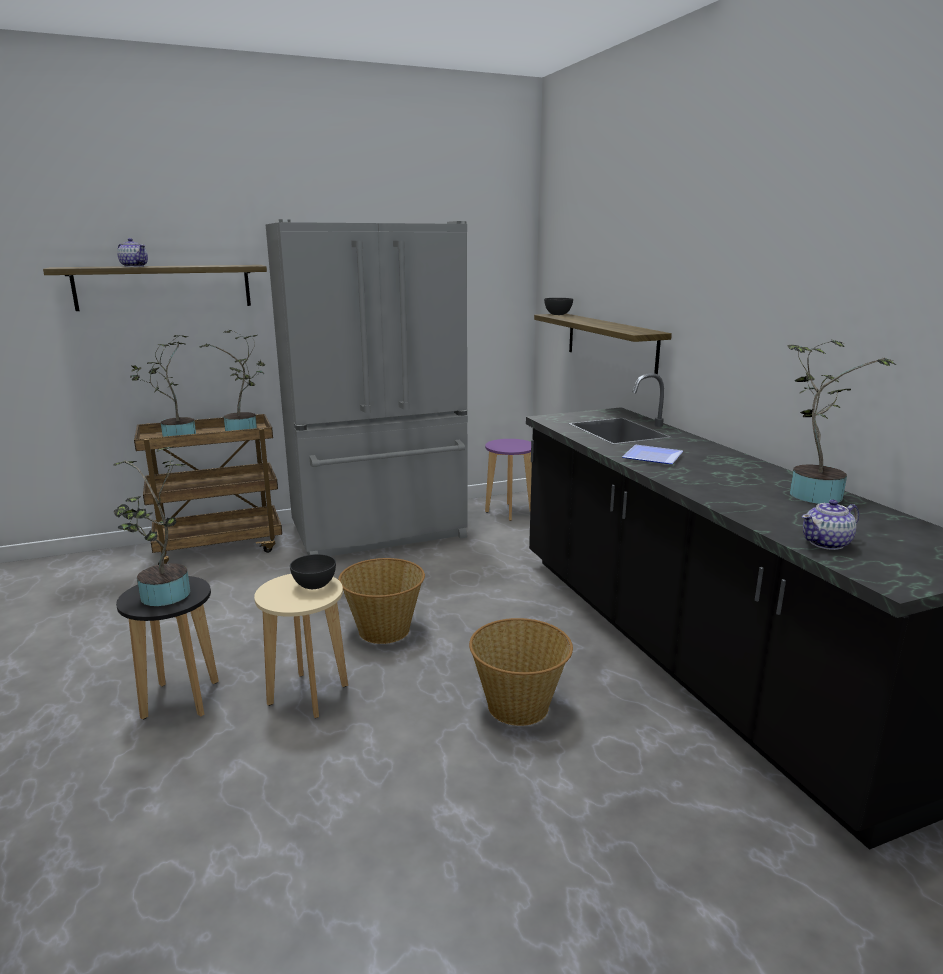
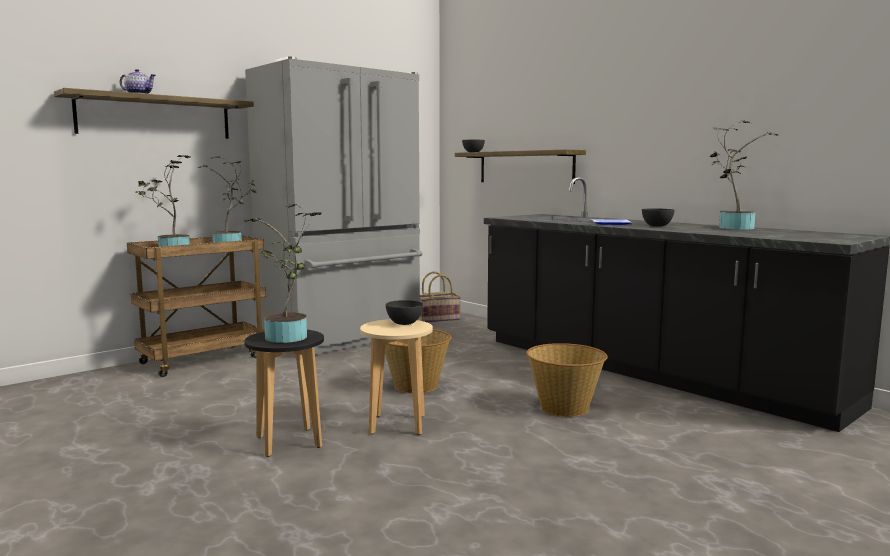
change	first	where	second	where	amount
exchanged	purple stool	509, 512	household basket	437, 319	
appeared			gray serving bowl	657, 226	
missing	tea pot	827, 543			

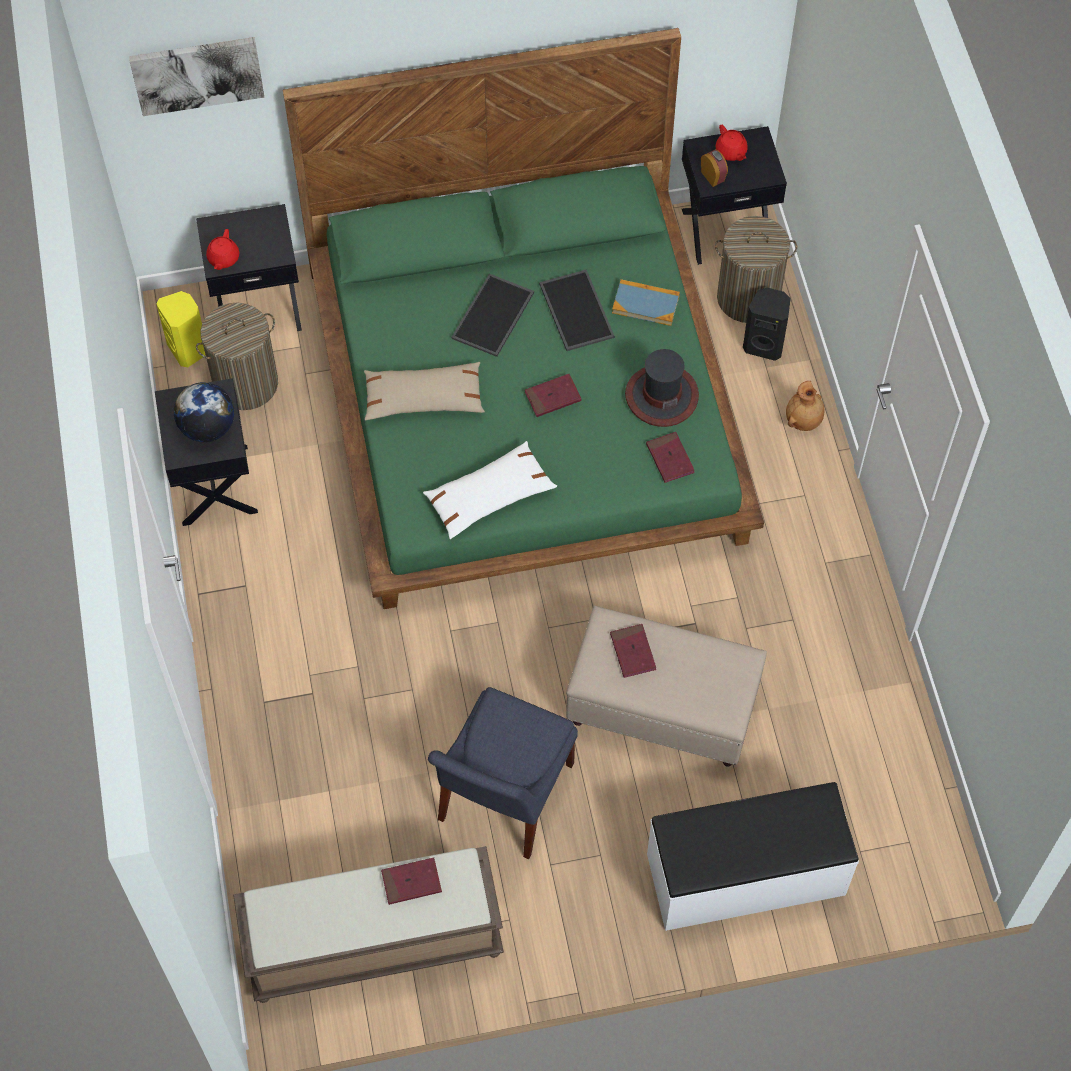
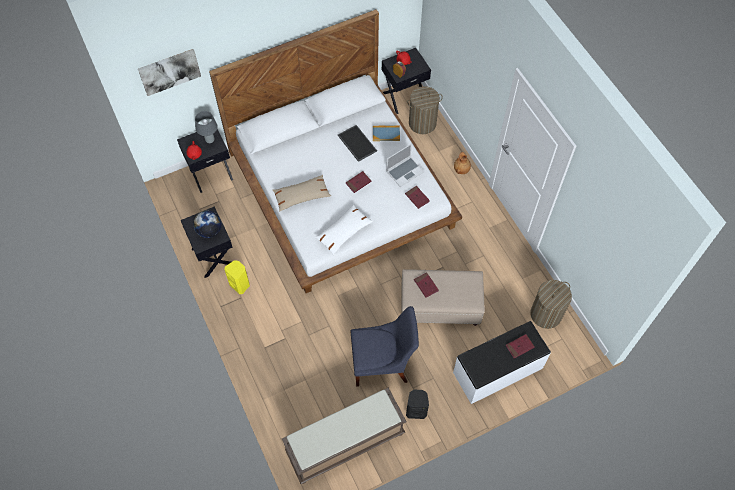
change	first	where	second	where	amount
appeared			gray lamp for a table	210, 140	
colour	greenish bed	526, 403	white bed	341, 189	
relocated	yellow-coloured loudspeaker	189, 349		240, 284	
spun	bluish chair	502, 797		382, 363	105 degrees counterclockwise
exchanged	hat	661, 395	portable computer	405, 171	
relocated	blackish loudspeaker	764, 344		416, 410	
relocated	red-coloured book	411, 882		519, 346	
relocated	hamper	245, 384		545, 314	
missing	tray	494, 316			

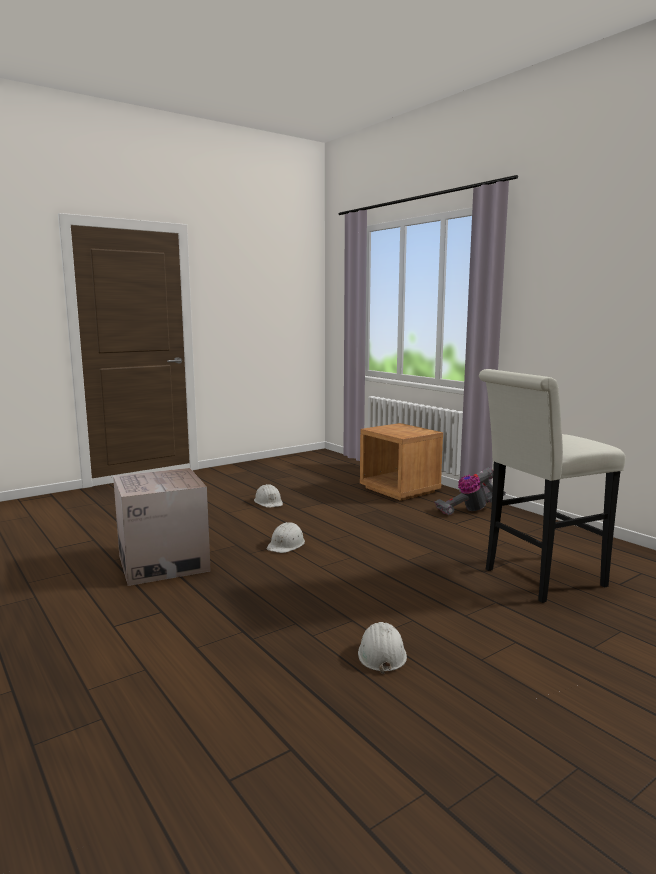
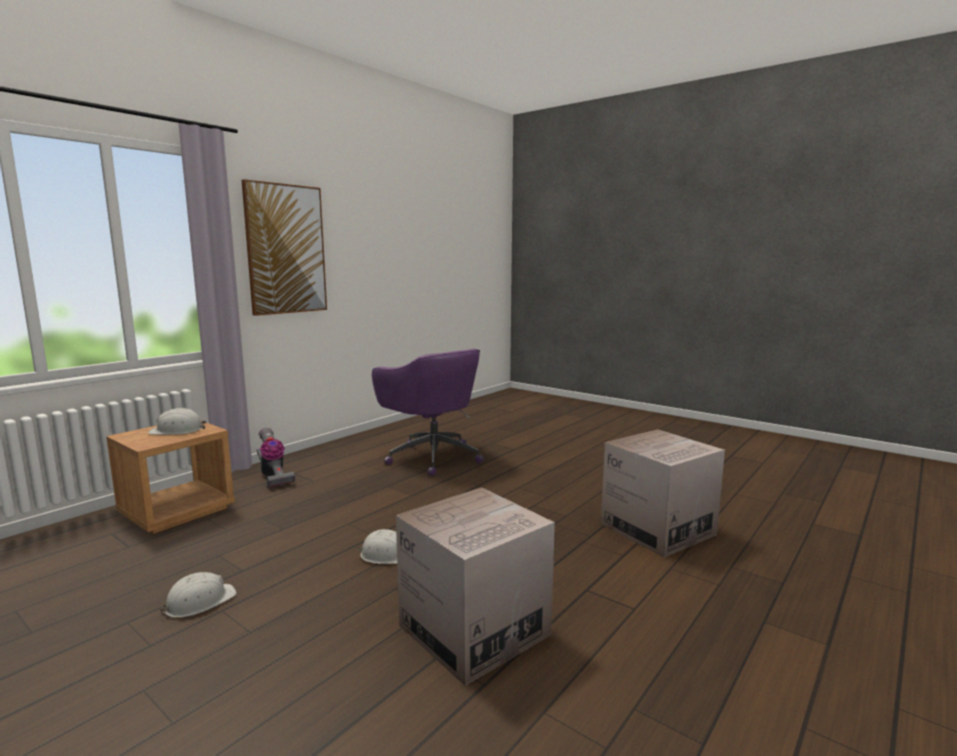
change	first	where	second	where	amount
relocated	white safety helmet	381, 654		177, 430	
appeared			picture	286, 249	
exchanged	white stool	537, 579	purple desk chair	432, 457	
appeared			cardboard box	657, 529	

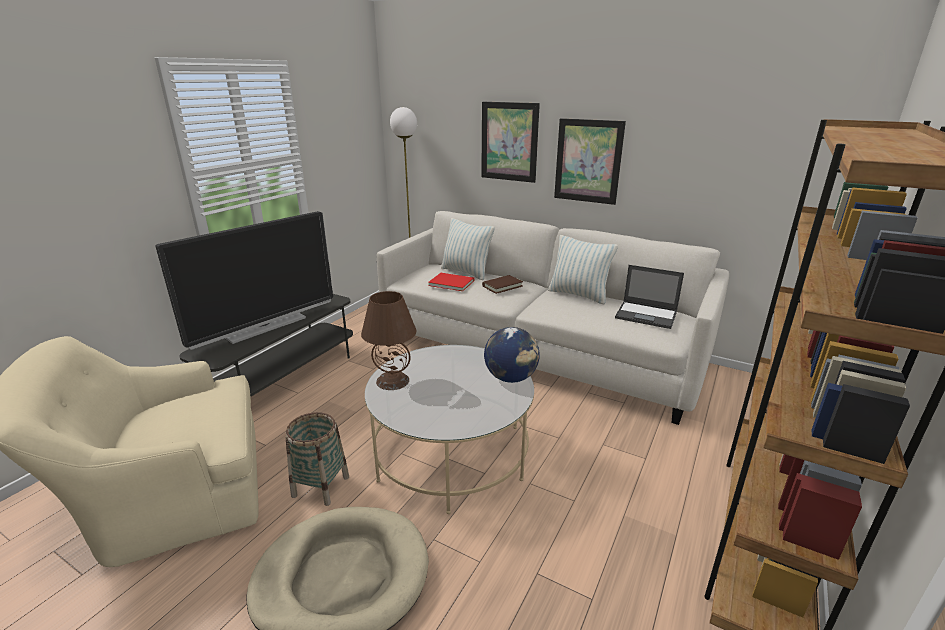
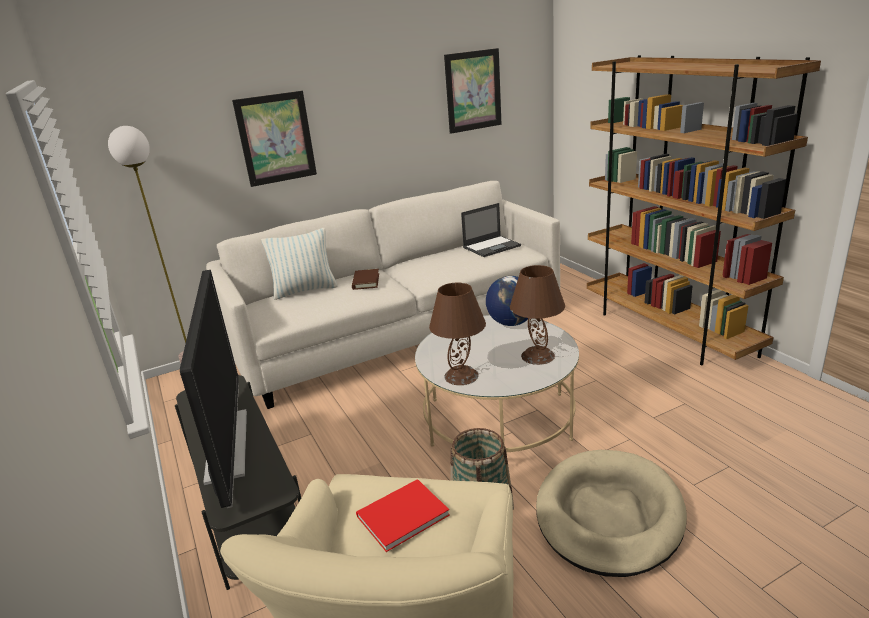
change	first	where	second	where	amount
relocated	red-coloured book	450, 282		399, 515	
relocated	picture	588, 161		473, 91	
appeared			brownish lamp for a table	538, 356	
missing	cushion	578, 295			

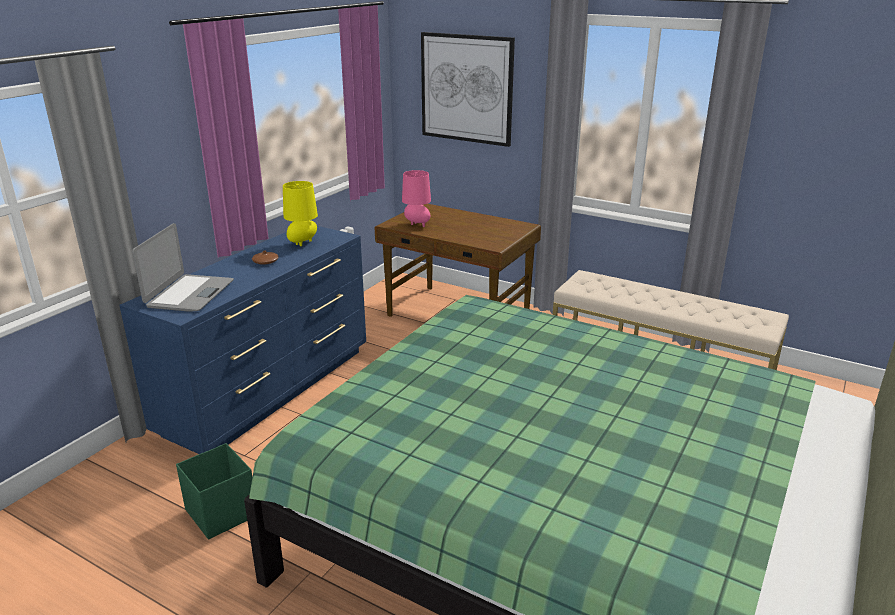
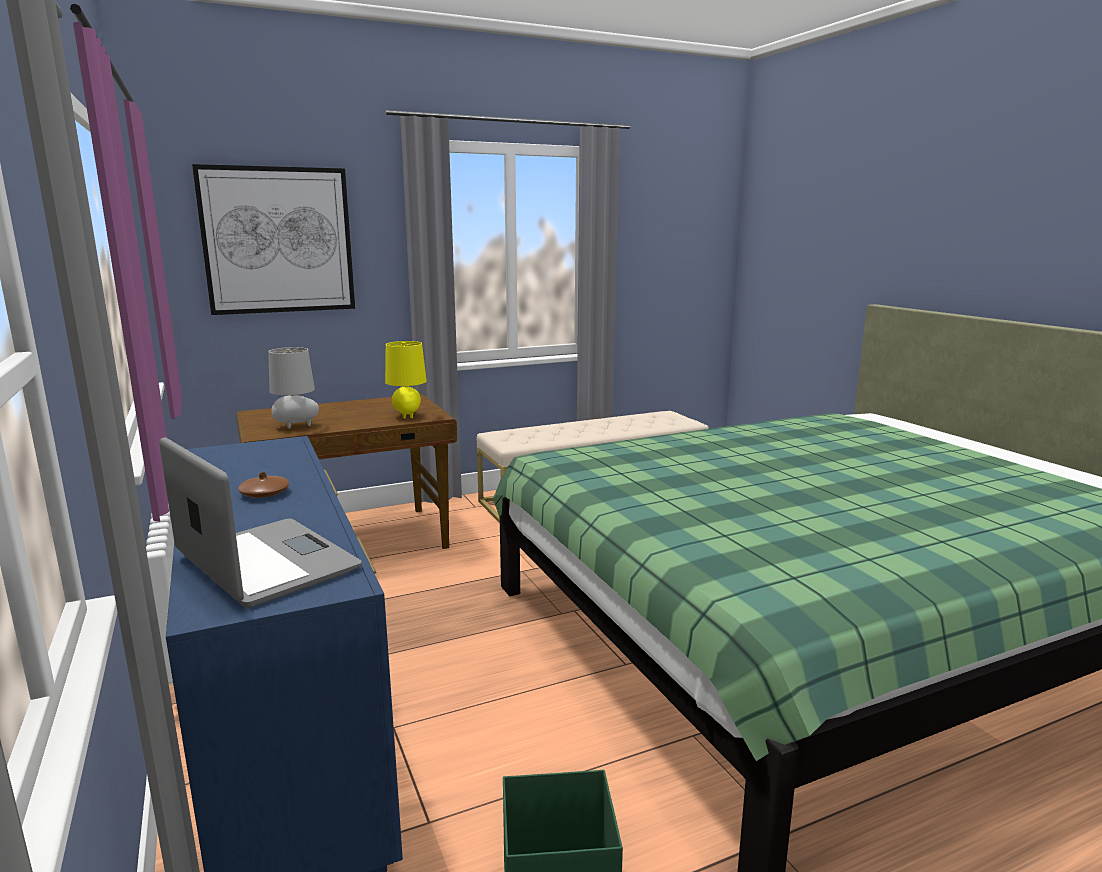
change	first	where	second	where	amount
colour	pink-coloured lamp for a table	416, 225	gray lamp for a table	296, 426	
relocated	yellow-coloured lamp for a table	303, 244		408, 416	

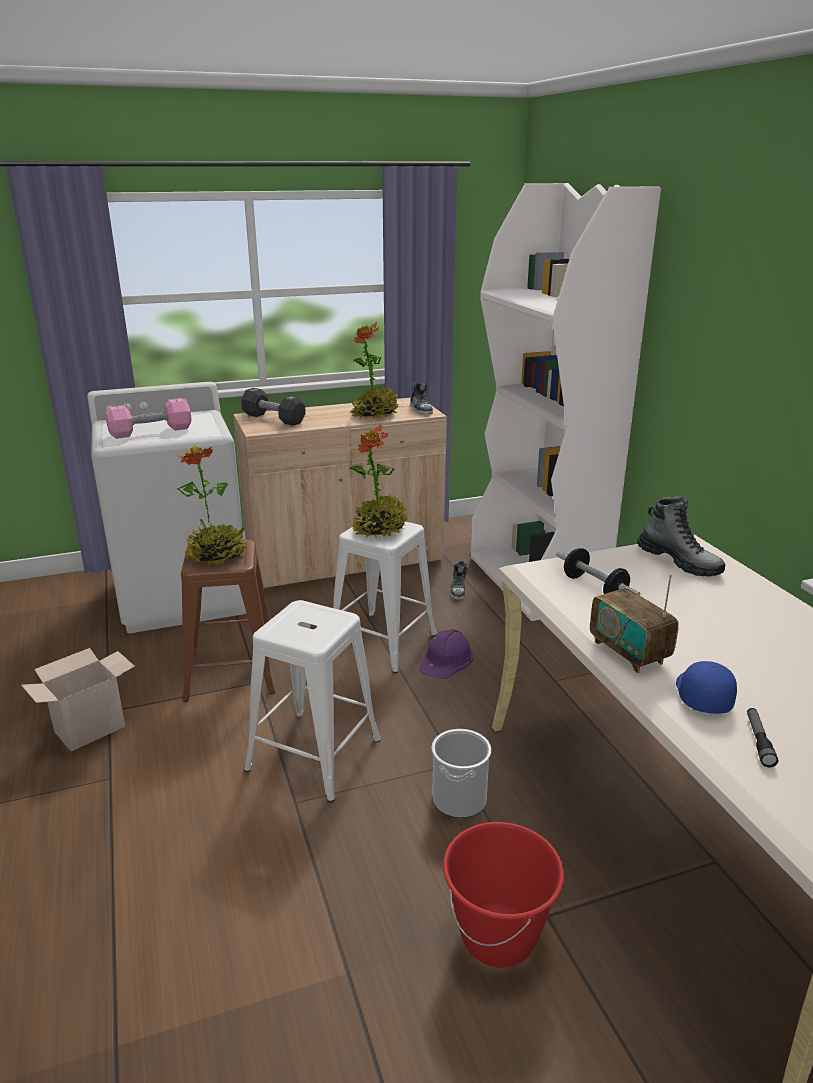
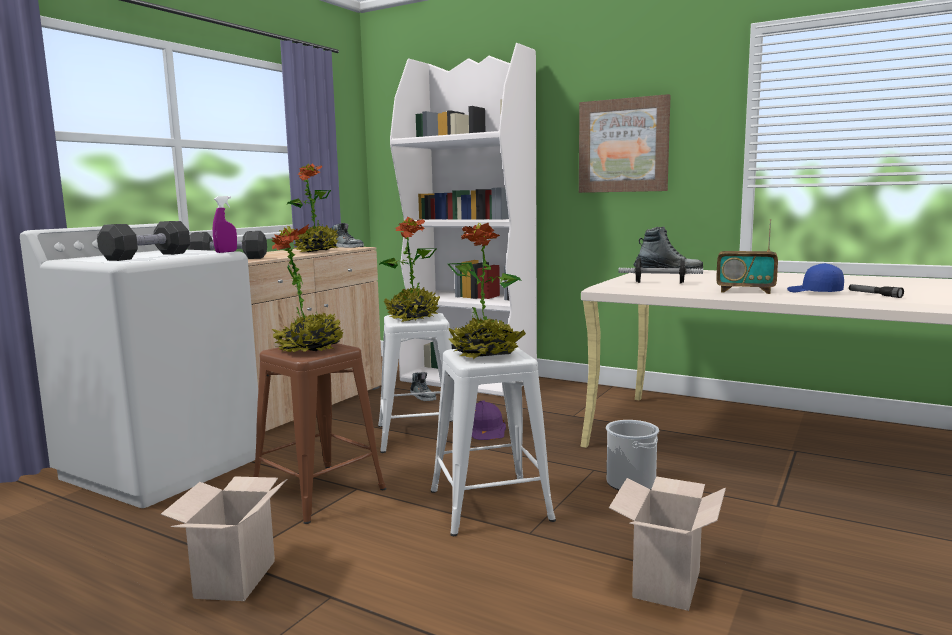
change	first	where	second	where	amount
colour	pink-coloured dumbbell	151, 432	blackish dumbbell	147, 256	
appeared			purple spray bottle	226, 252	
appeared			potted plant	486, 355	
appeared			picture	623, 146	
appeared			cardboard box	665, 582	
missing	red-coloured pail	498, 936			

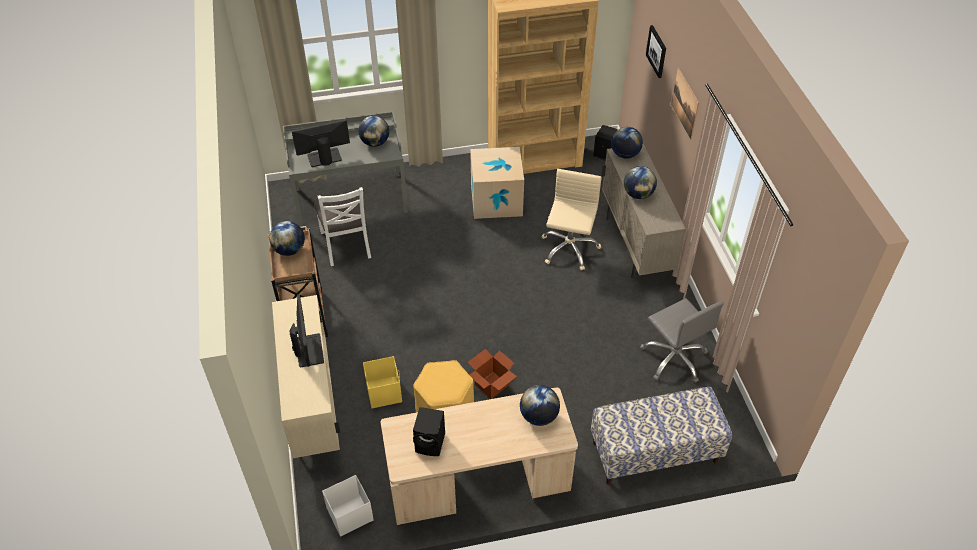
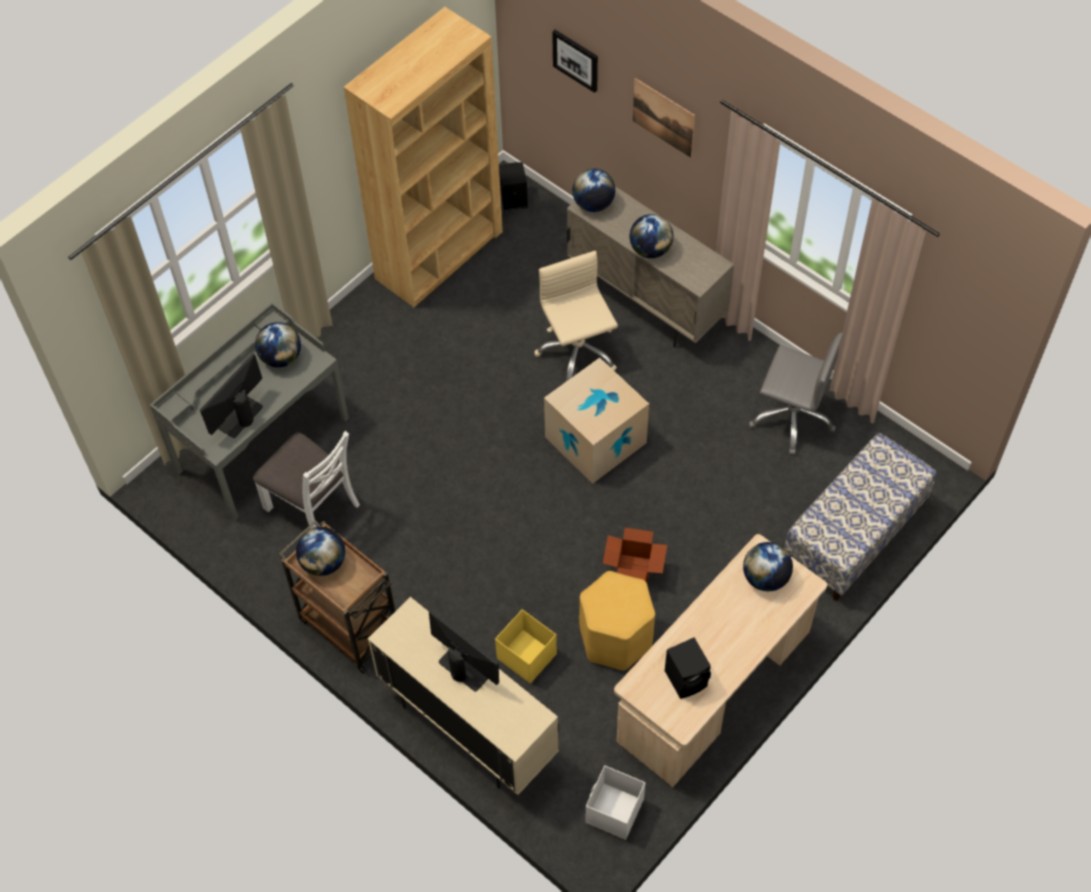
change	first	where	second	where	amount
relocated	cardboard box	496, 200		595, 440	

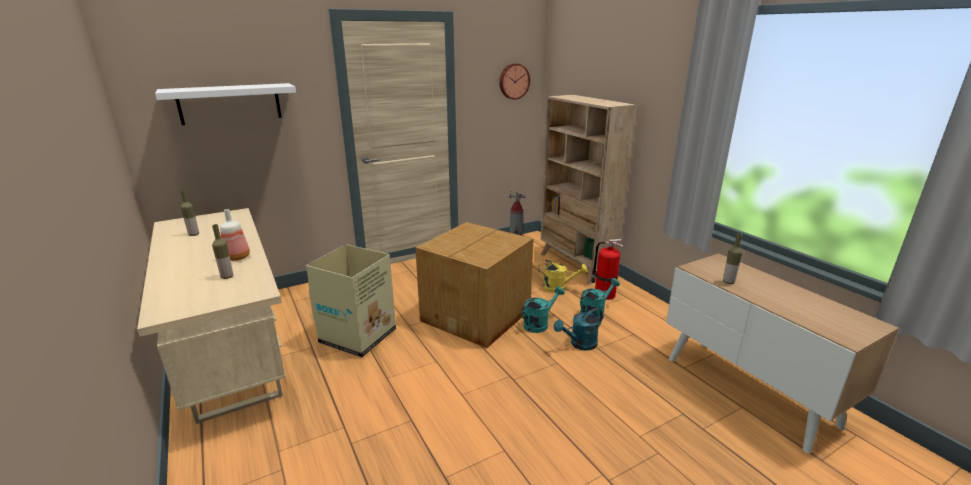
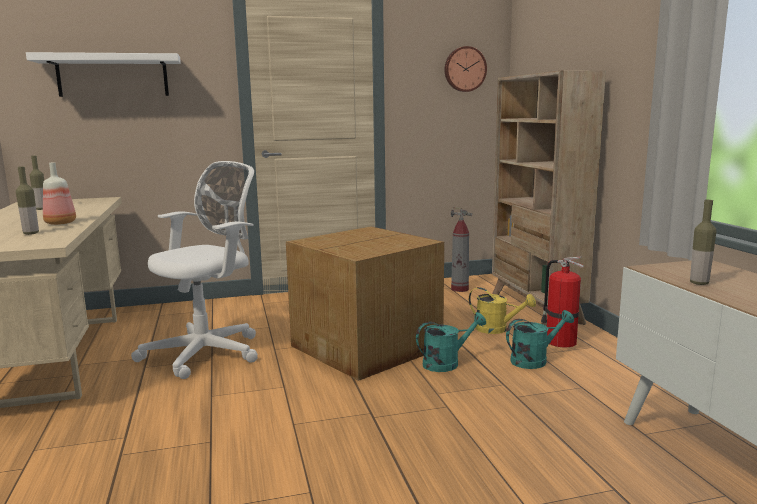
change	first	where	second	where	amount
exchanged	cardboard box	359, 335	white desk chair	208, 352	
missing	turquoise watering pot	579, 344			

